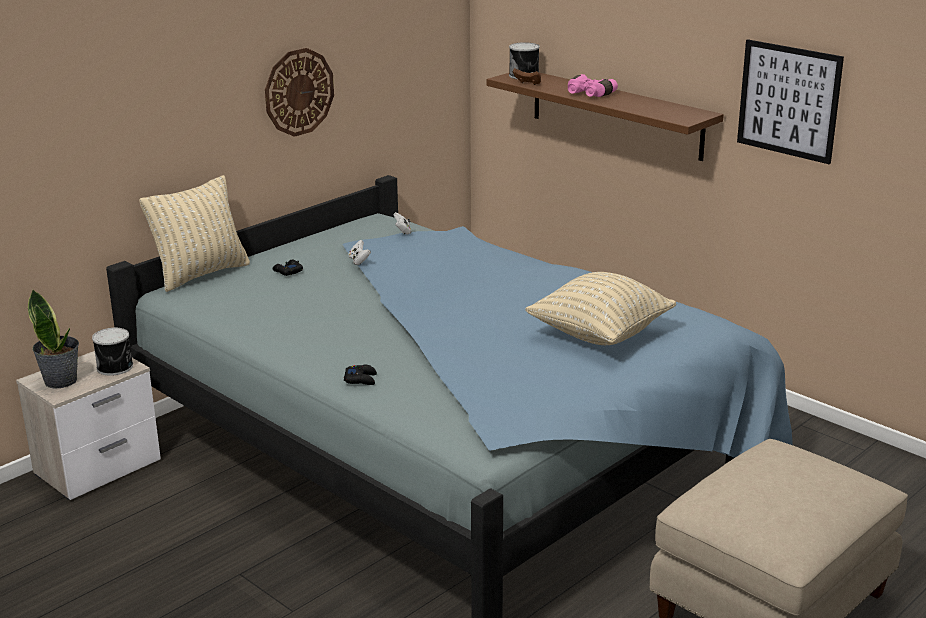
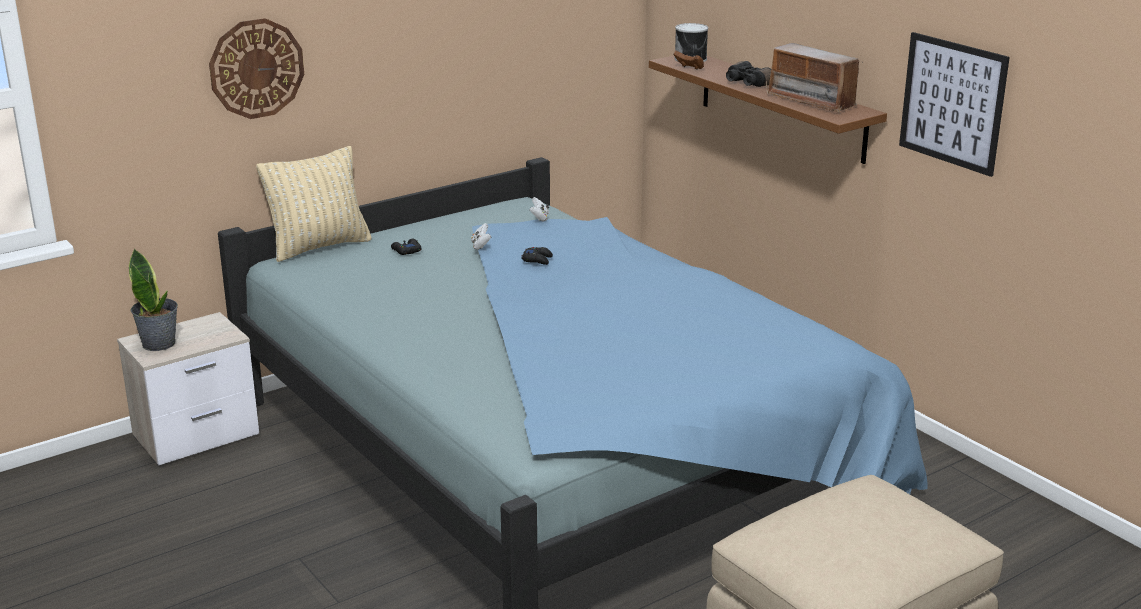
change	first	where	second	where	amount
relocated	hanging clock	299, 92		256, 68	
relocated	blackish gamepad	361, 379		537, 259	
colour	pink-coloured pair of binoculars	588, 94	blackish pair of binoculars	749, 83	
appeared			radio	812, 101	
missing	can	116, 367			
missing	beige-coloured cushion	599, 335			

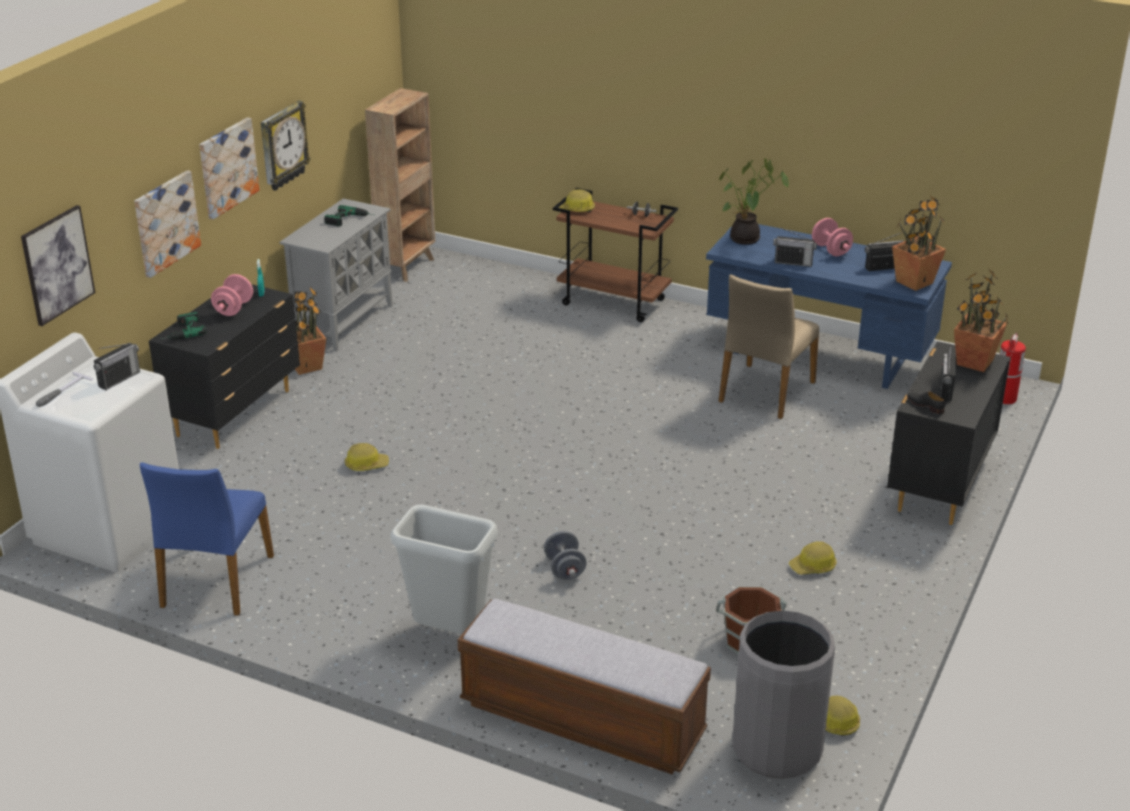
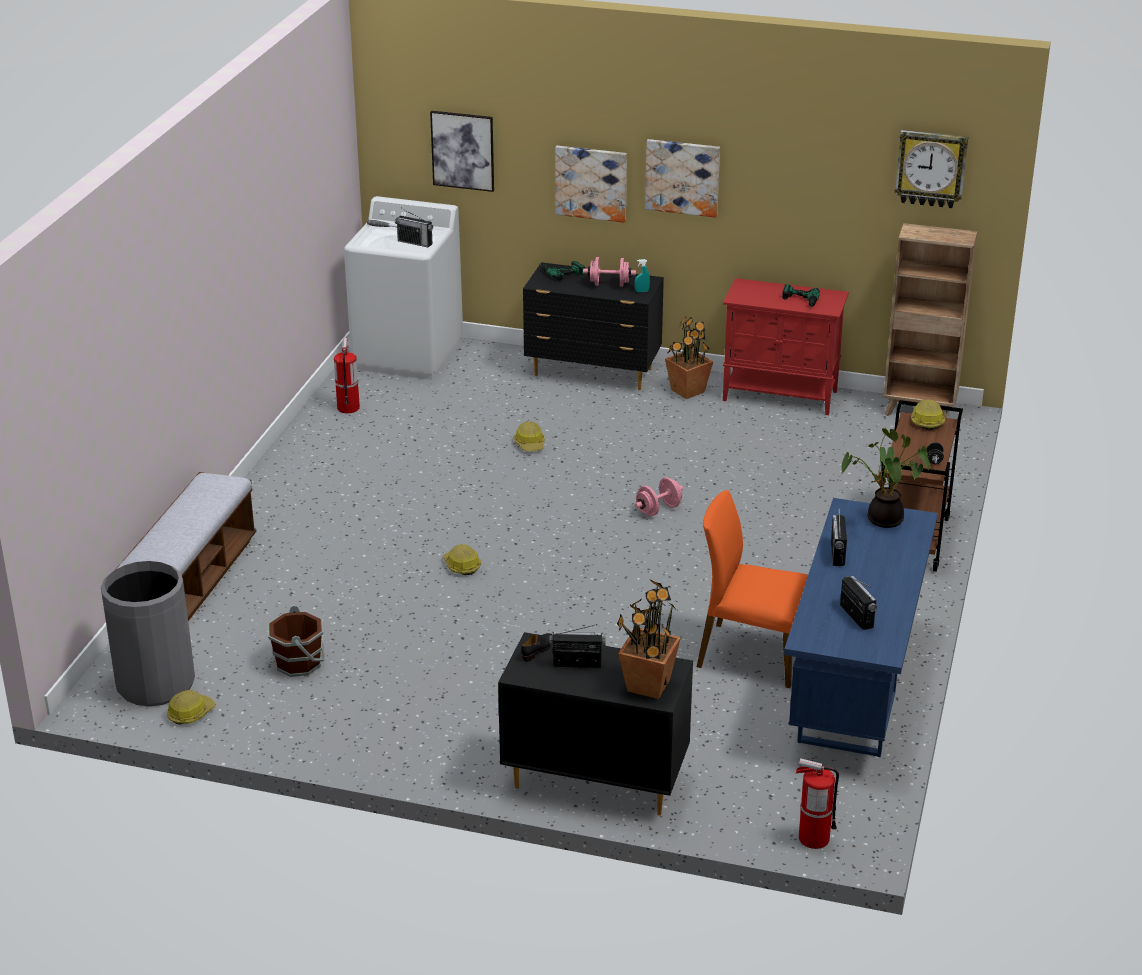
change	first	where	second	where	amount
exchanged	bluish chair	215, 581	fire extinguisher	348, 407	
relocated	safety helmet	813, 567		461, 566	
relocated	pink-coloured dumbbell	831, 250		658, 509	
colour	beige-coloured chair	765, 392	orange chair	751, 653	
colour	gray storage cabinet	344, 322	red-coloured storage cabinet	781, 396	
relocated	hanging clock	282, 146		931, 168	
missing	gray trash can	448, 634			
missing	gray dumbbell	565, 569			
missing	potted plant	913, 282			

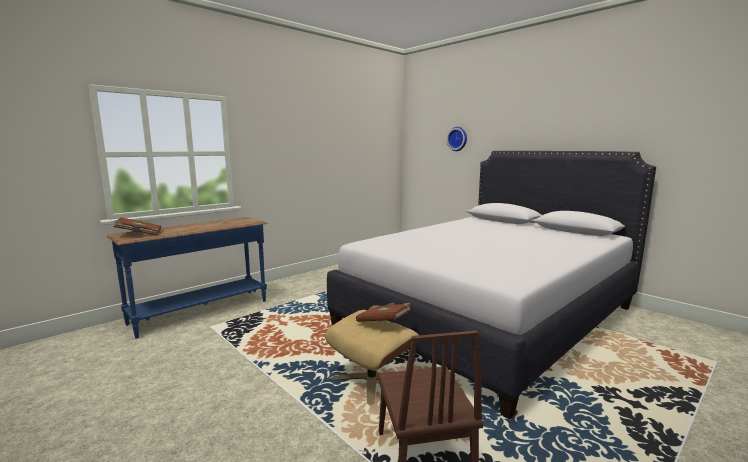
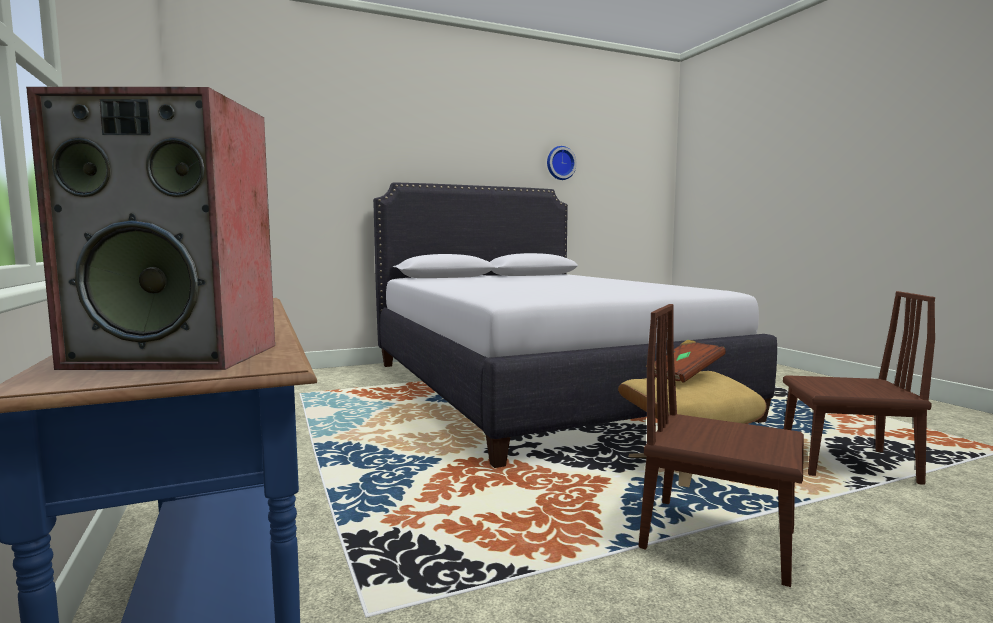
change	first	where	second	where	amount
exchanged	brownish book	139, 234	loudspeaker	180, 356	
relocated	hanging clock	458, 139		560, 163	
appeared			brownish chair	718, 539	

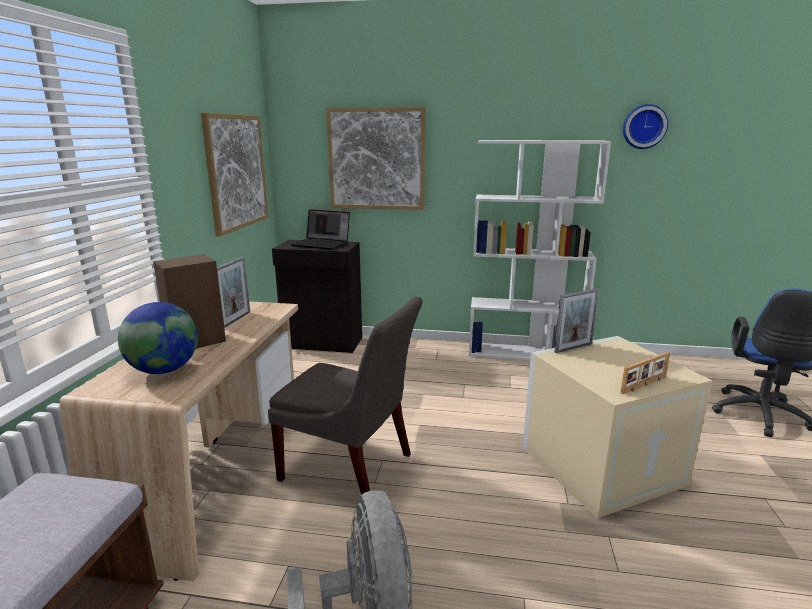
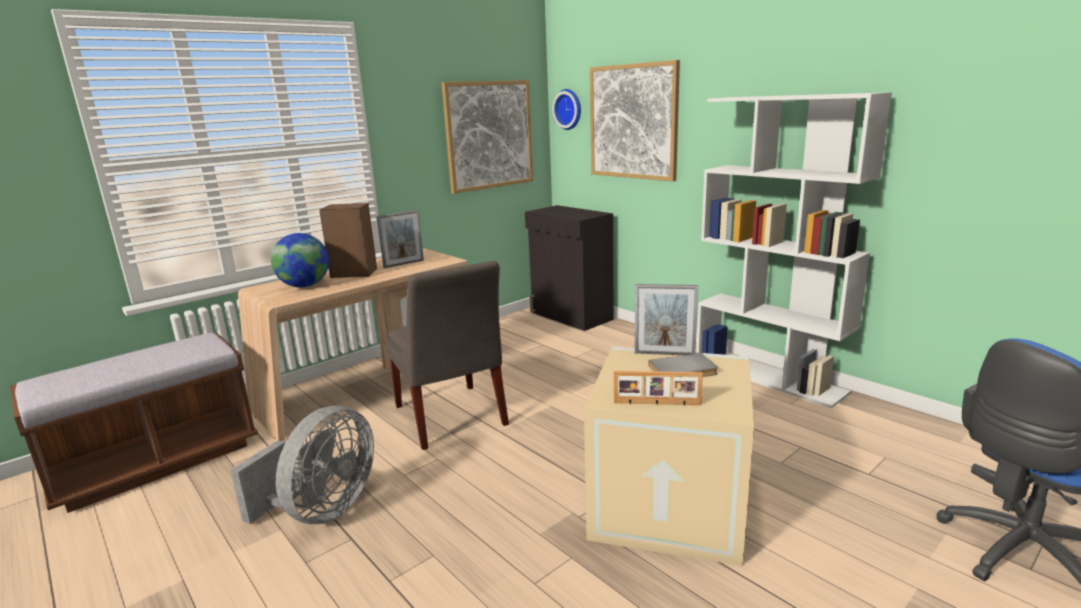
change	first	where	second	where	amount
relocated	hanging clock	644, 126		569, 109	
appeared			gray book	683, 371	
missing	portable computer	322, 244			

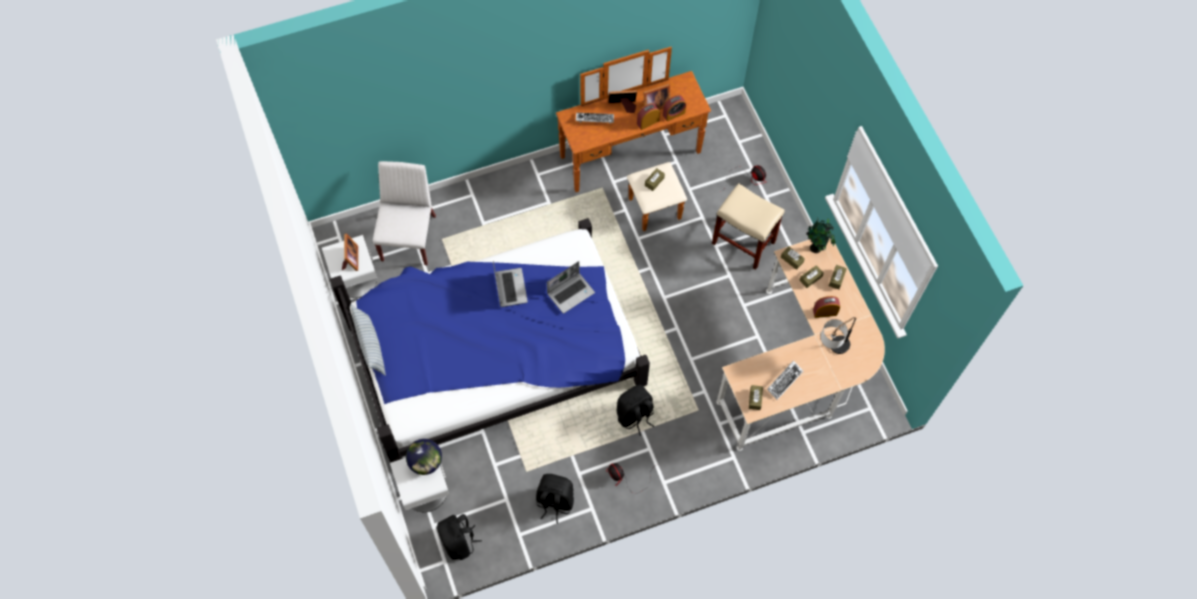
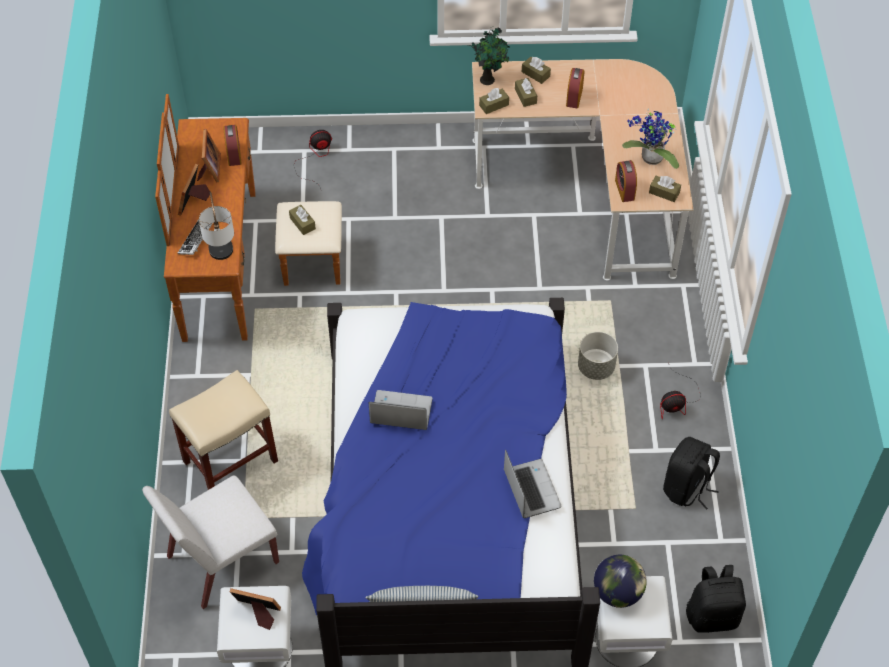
change	first	where	second	where	amount
spun	white chair	409, 237		221, 560	60 degrees counterclockwise
relocated	beige-coloured stool	744, 242		231, 460	
relocated	lamp for a table	831, 350		222, 259	
relocated	portable computer	571, 292		530, 489	
exchanged	blackish rucksack	635, 416	gray planter	596, 367	
relocated	bedside clock	648, 122		624, 190	
exchanged	keyboard	784, 381	potted plant	650, 159	

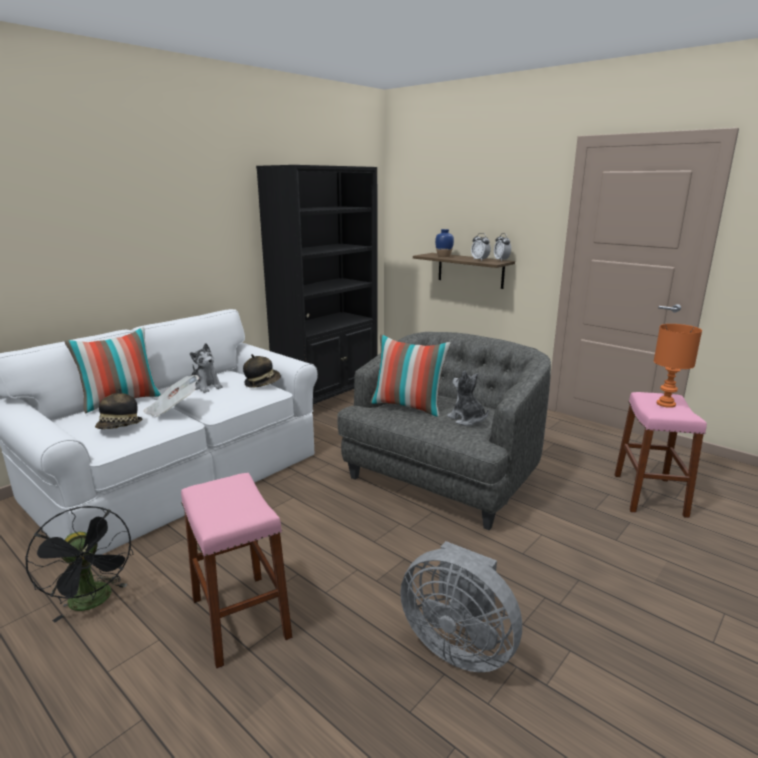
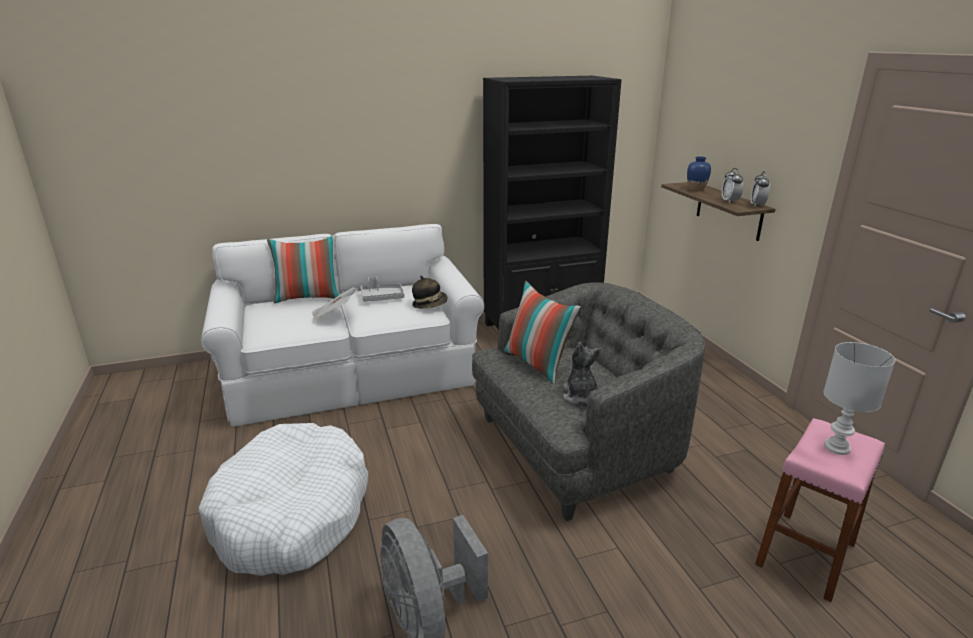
change	first	where	second	where	amount
exchanged	pink-coloured stool	240, 618	white dog bed	292, 513	
exchanged	plush toy	206, 386	gray tray	382, 297	
colour	orange lamp for a table	666, 404	white lamp for a table	838, 448	
missing	blackish cooling fan	94, 602			
missing	hat	120, 427			

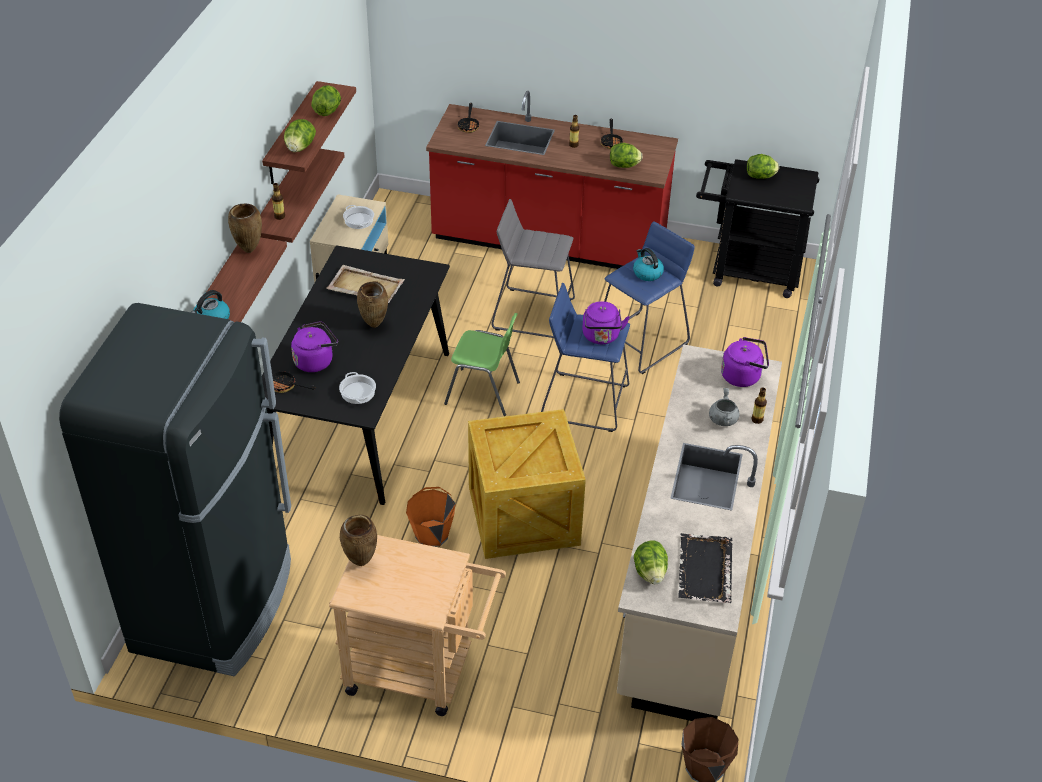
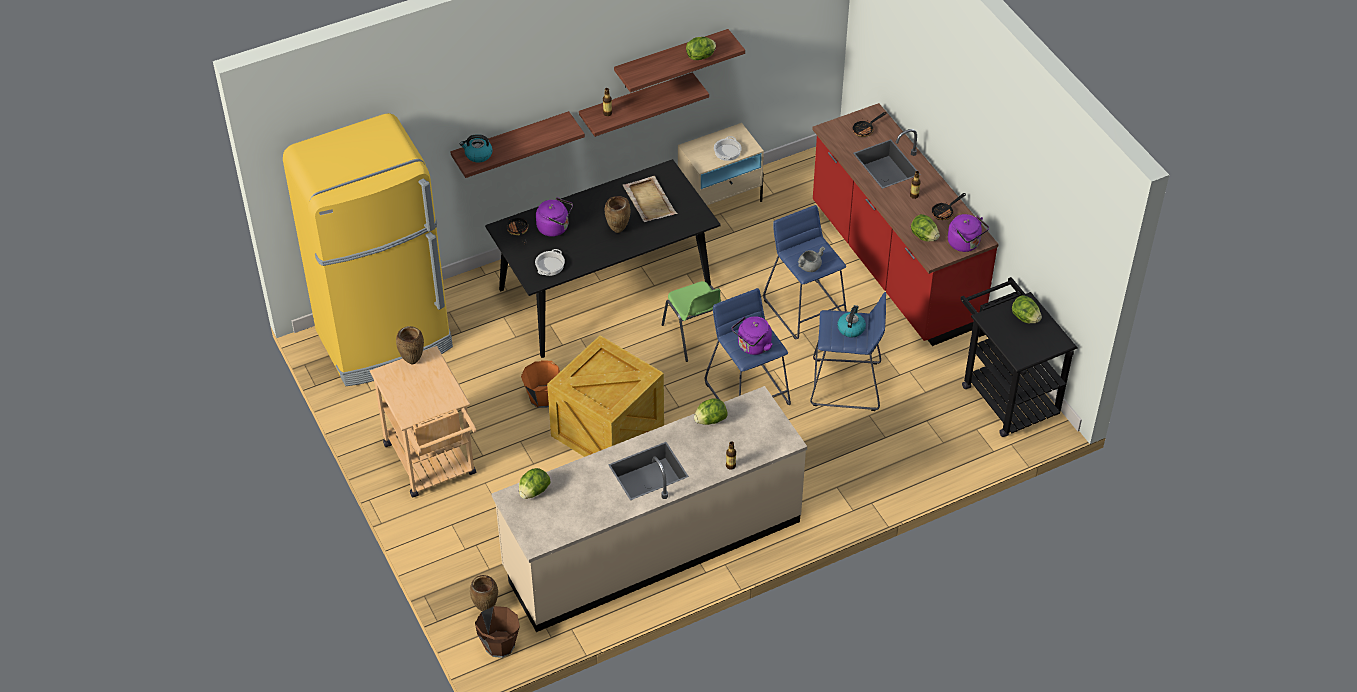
change	first	where	second	where	amount
colour	blackish kitchen fridge	215, 605	yellow-coloured kitchen fridge	385, 340	
relocated	brownish decorative vase	249, 251		485, 609	
relocated	lettuce head	300, 148		710, 420	
colour	gray stool	533, 313	bluish stool	805, 308	
relocated	gray saucepot	723, 420		809, 266	
relocated	purple kettle	743, 376		965, 244	
missing	blackish tray	704, 571			

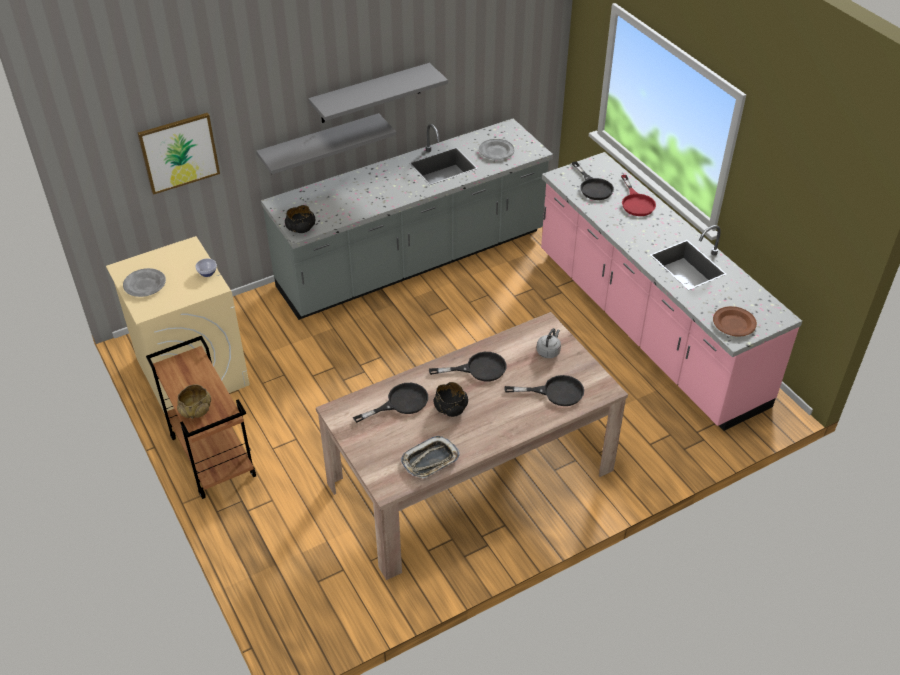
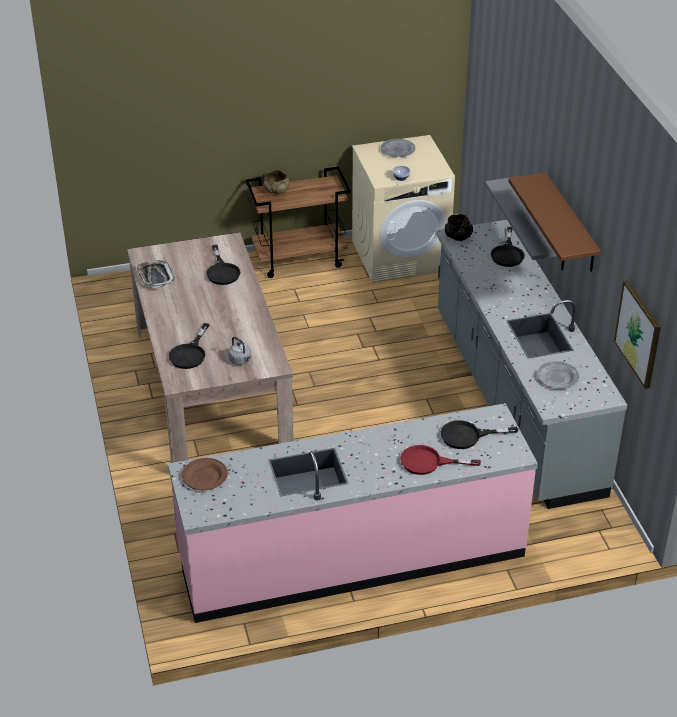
change	first	where	second	where	amount
relocated	blackish frying pan	478, 369		507, 253	
colour	gray wall shelf	371, 93	brownish wall shelf	570, 224	
relocated	picture	179, 152		638, 333	
missing	blackish serving bowl	450, 408			

